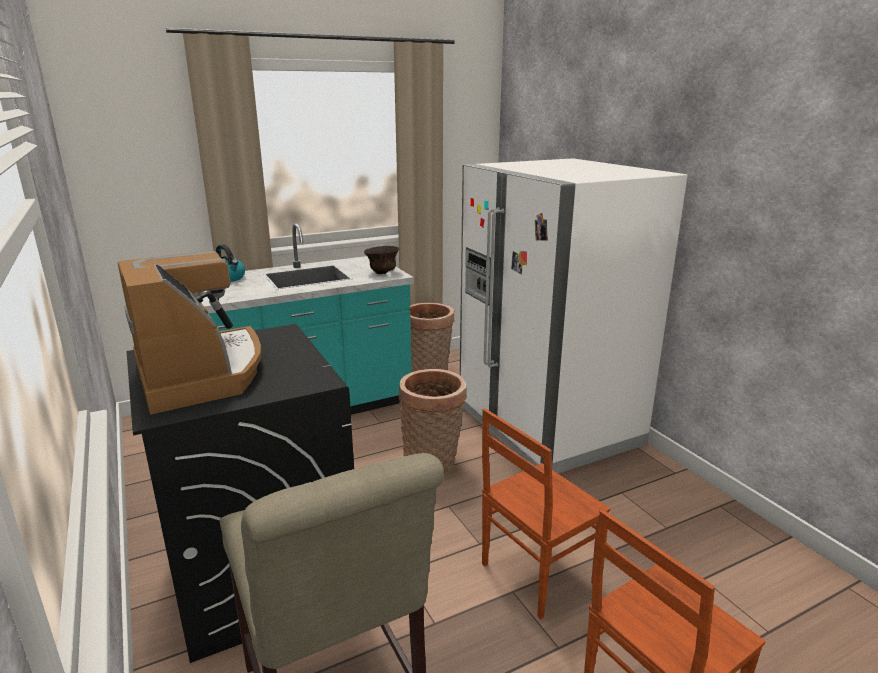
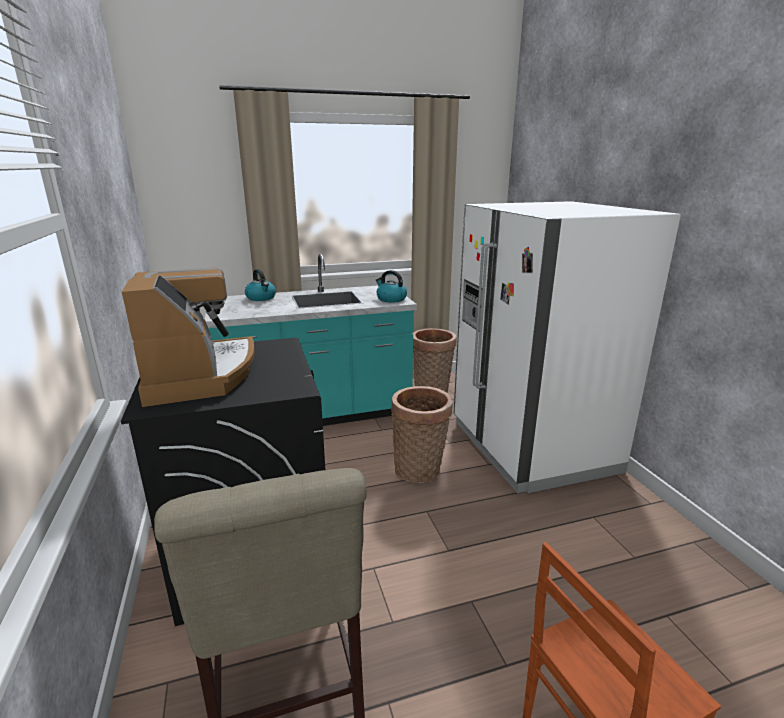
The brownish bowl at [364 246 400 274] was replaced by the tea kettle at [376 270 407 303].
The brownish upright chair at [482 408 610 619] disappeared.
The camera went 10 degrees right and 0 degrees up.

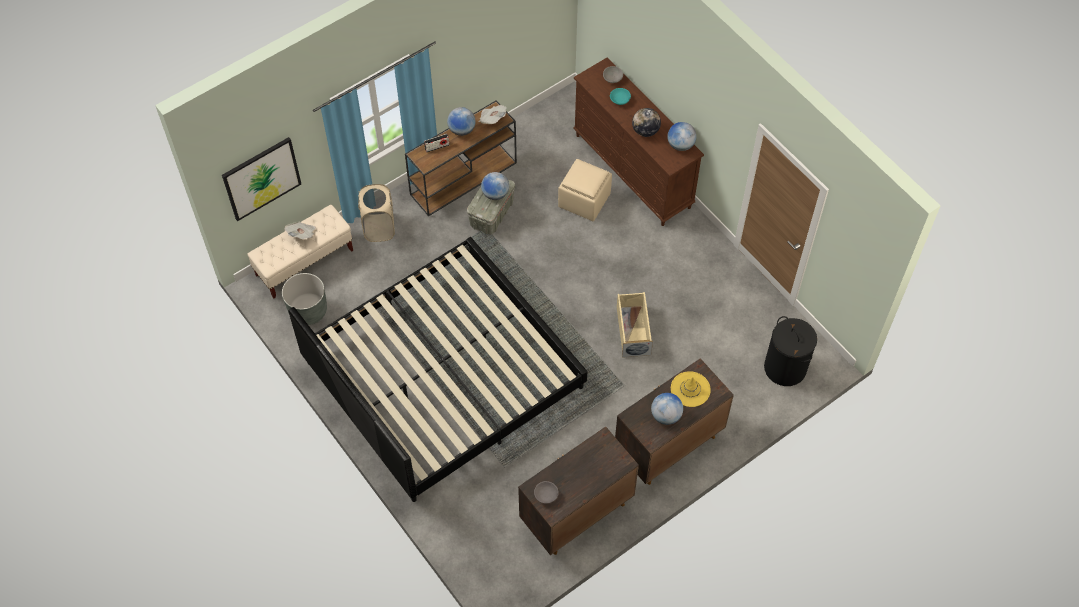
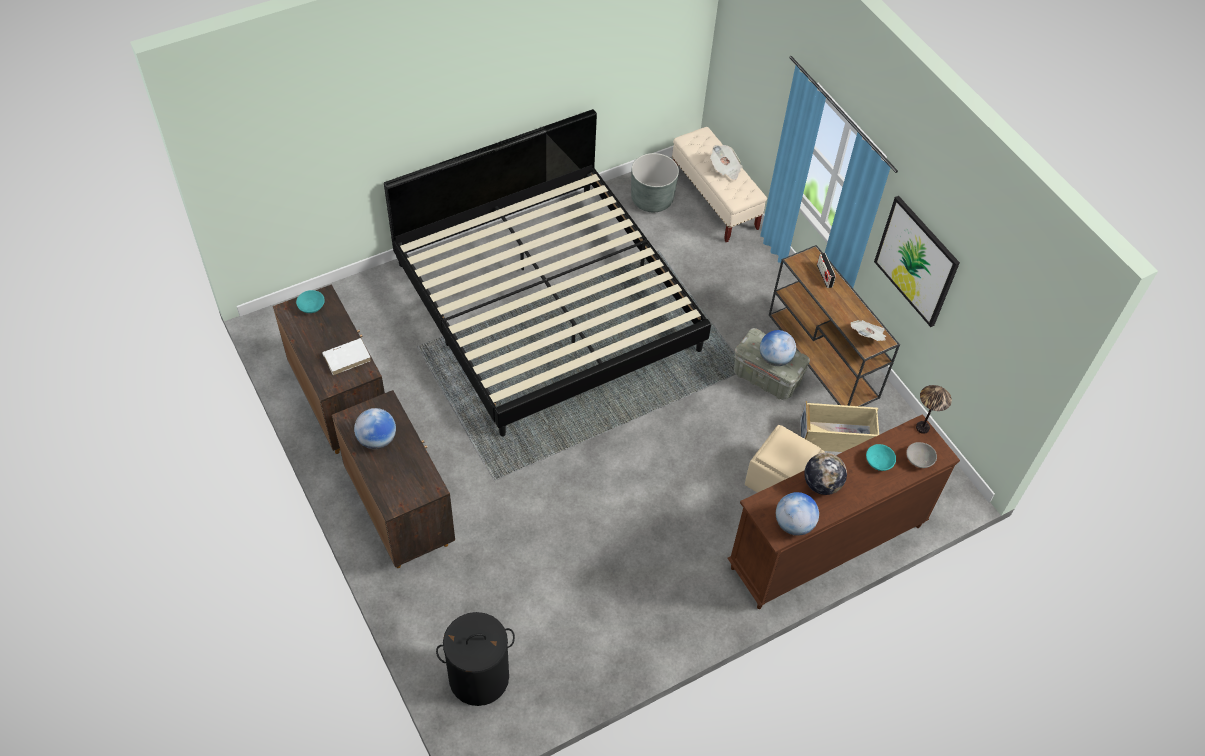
The world globe at [447 107 476 136] disappeared.
The wall picture moved from [222 137 301 221] to [874 196 960 327].
The sand-coloured laundry basket at [358 184 395 242] disappeared.
The sand-coloured storage box moved from [617 292 653 357] to [800 401 879 452].
The yellowish wearable hat at [671 371 711 407] disappeared.
The greyish bowl at [534 481 559 504] became the turquoise-coloured bowl at [296 290 325 313].
The white-coloured book at [322 338 371 375] appeared.
The tabletop lamp at [916 385 952 434] appeared.
The camera went 95 degrees right and 5 degrees down.

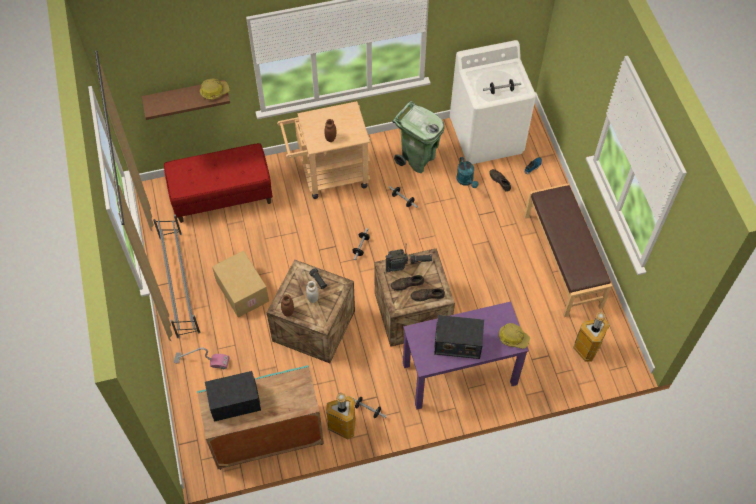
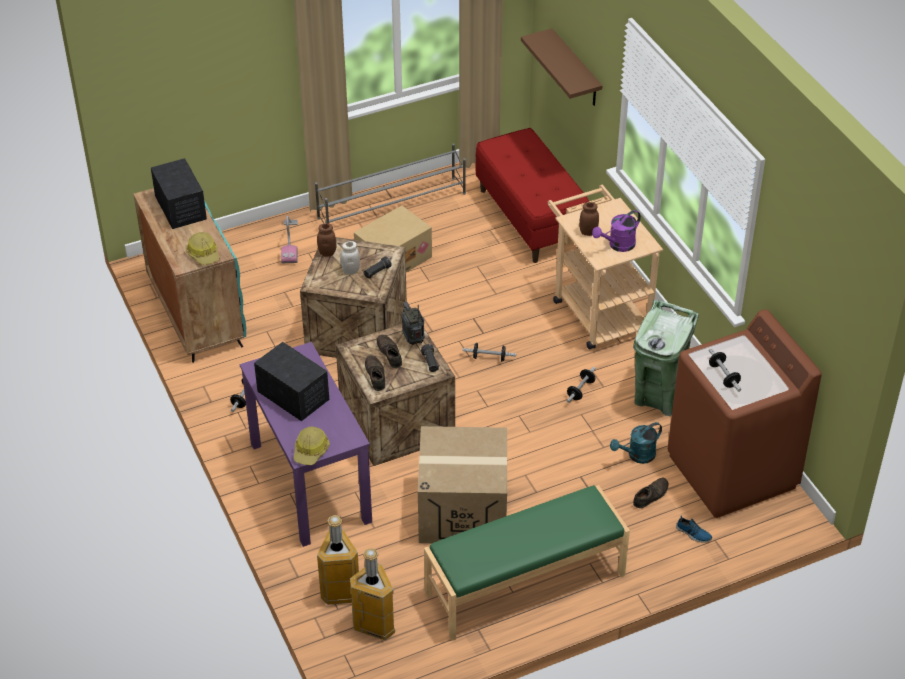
The white-coloured washing machine at [450 40 536 164] became the brownish washing machine at [668 309 822 518].
The hard hat moved from [200 79 229 100] to [186 232 219 265].
The brownish indoor bench at [524 183 612 317] became the greenish indoor bench at [424 485 630 641].
The radio receiver at [434 315 484 359] turned 135 degrees clockwise.
The waste bin moved from [326 393 356 439] to [317 515 359 605].
The purple sprinkling can at [592 210 641 252] appeared.
The carton at [418 426 507 543] appeared.
The camera went 80 degrees right and 15 degrees down.

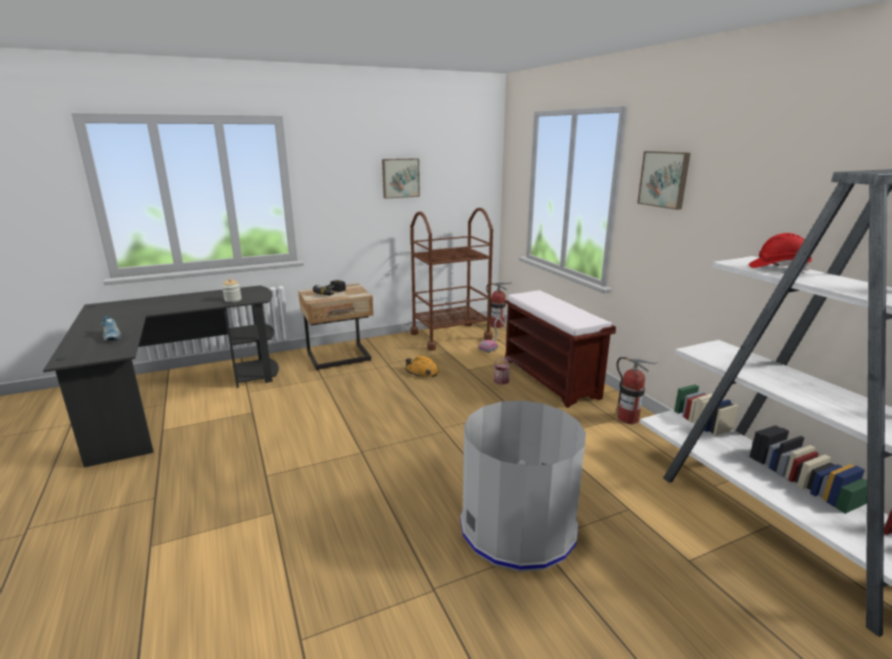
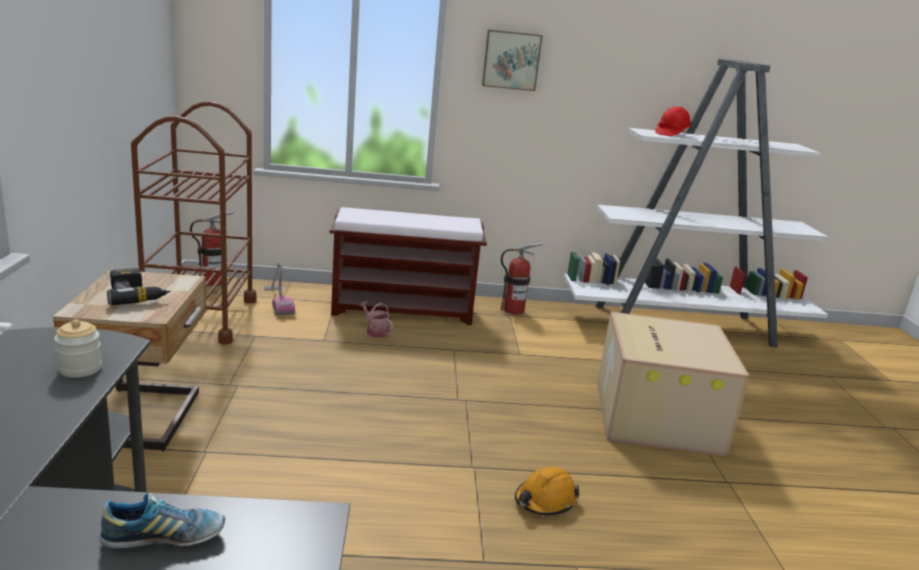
The wall picture at [382 158 420 199] disappeared.
The orange-coloured hard hat moved from [405 355 439 377] to [515 466 579 516].
The greyish waste bin at [460 401 586 572] was replaced by the carton at [597 312 750 457].
The camera went 70 degrees left and 0 degrees up.

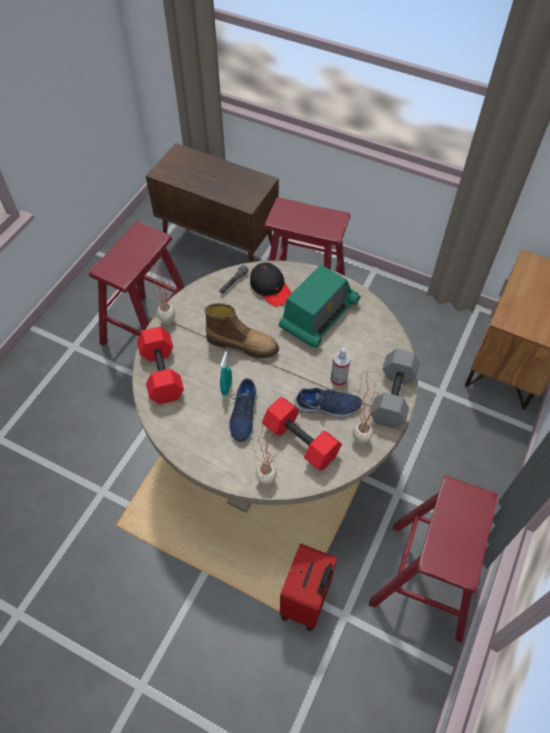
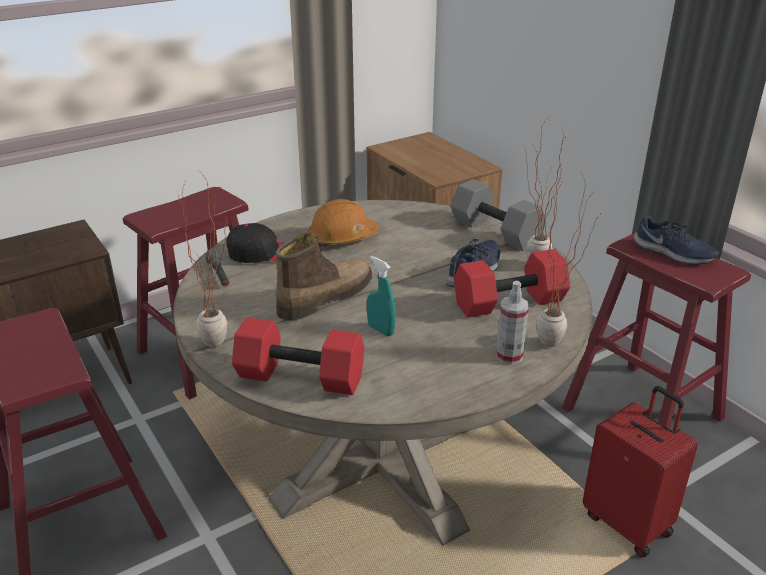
The radio receiver at [279 264 360 348] was replaced by the orange-coloured hard hat at [307 199 379 246].
The spray bottle moved from [331 348 351 387] to [496 281 529 365].
The blue-coloured item of footwear moved from [229 378 257 442] to [633 215 719 265].
The camera went 60 degrees left and 25 degrees down.

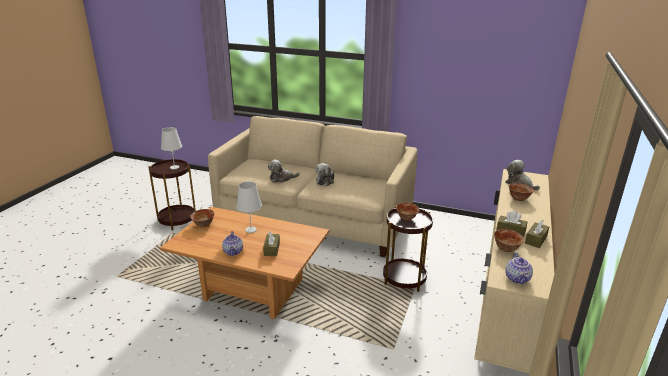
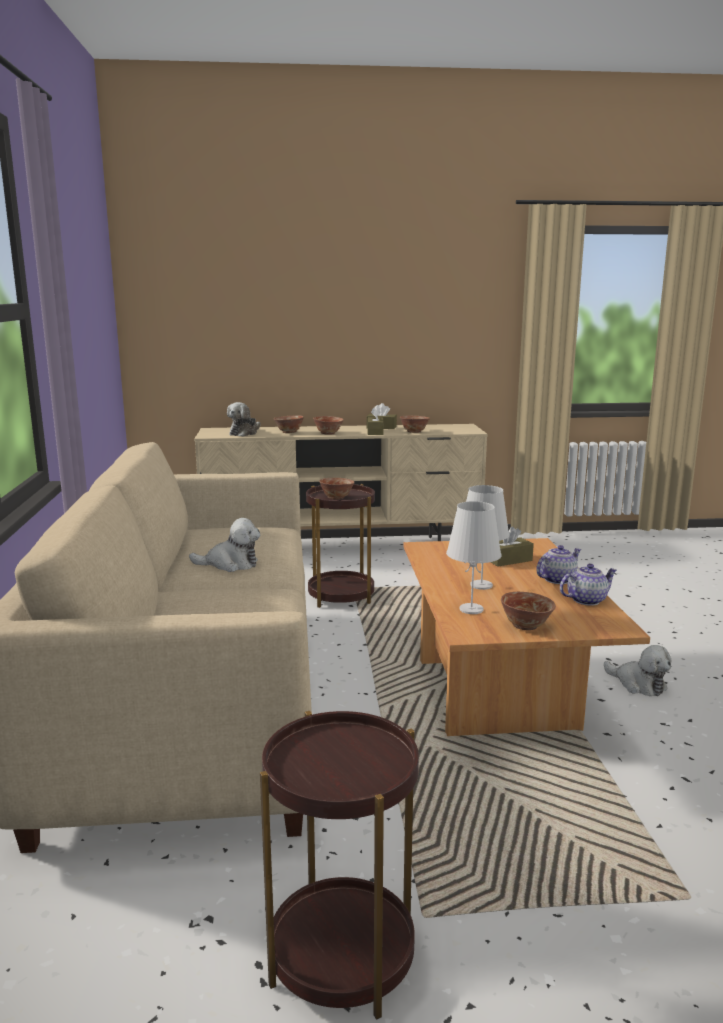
The white-coloured tabletop lamp moved from [161 127 182 170] to [446 501 502 614].
The cuddly toy moved from [268 160 300 183] to [604 645 672 696].
The tea pot moved from [505 253 533 284] to [560 564 617 606].
The bowl at [313 416 344 435] appeared.
The camera went 115 degrees left and 10 degrees down.

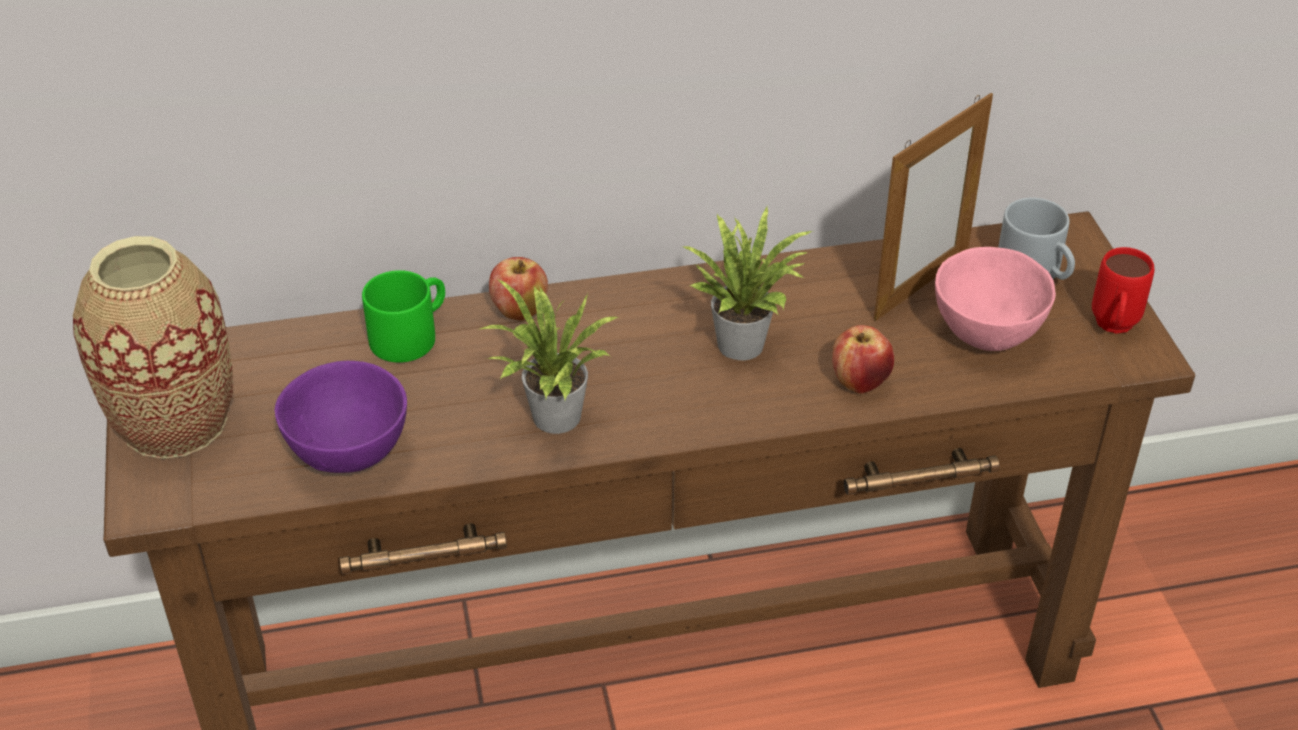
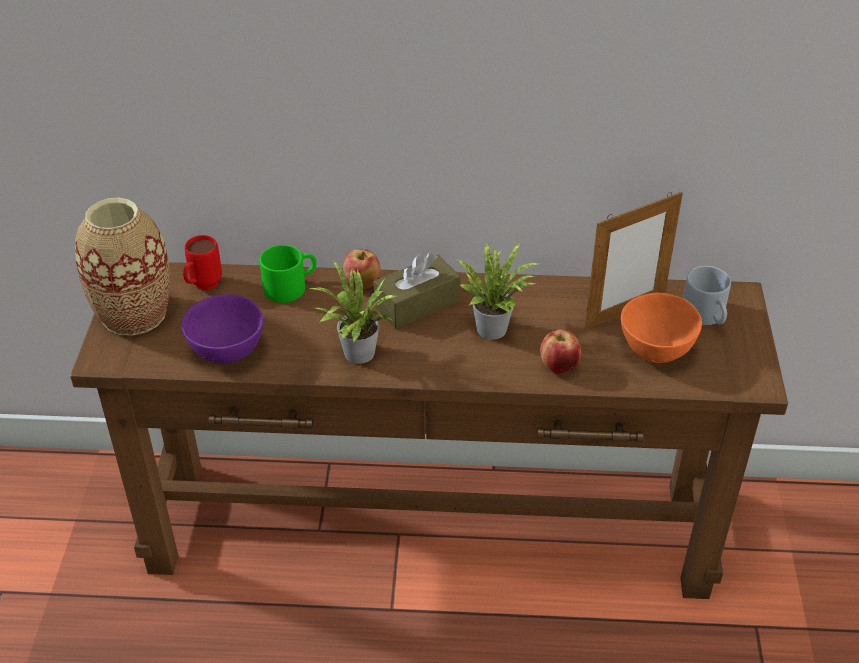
The pinkish bowl at [935 247 1056 351] became the orange-coloured bowl at [621 293 702 363].
The reddish tea mug moved from [1092 247 1154 334] to [183 235 222 290].
The brownish tissue holder at [374 253 461 329] appeared.
The camera went 15 degrees right and 0 degrees up.

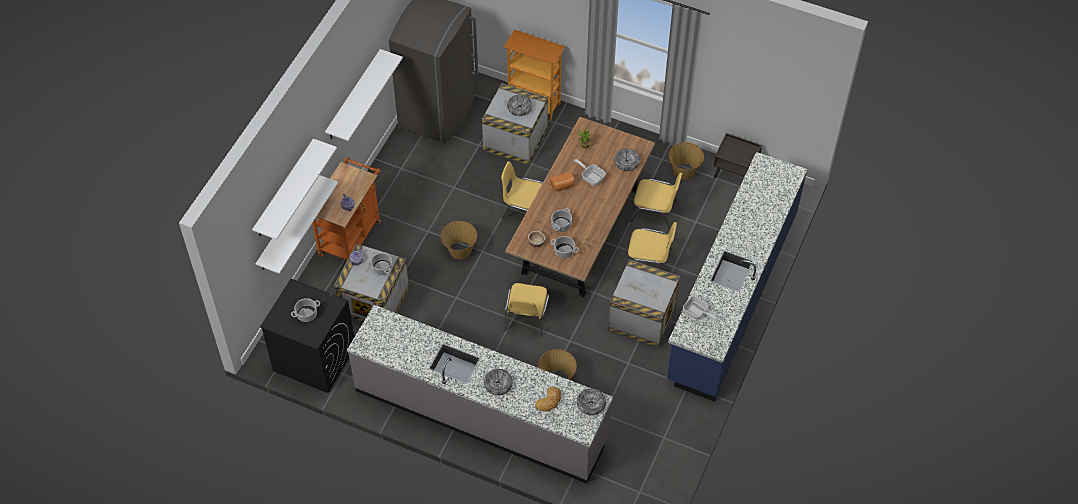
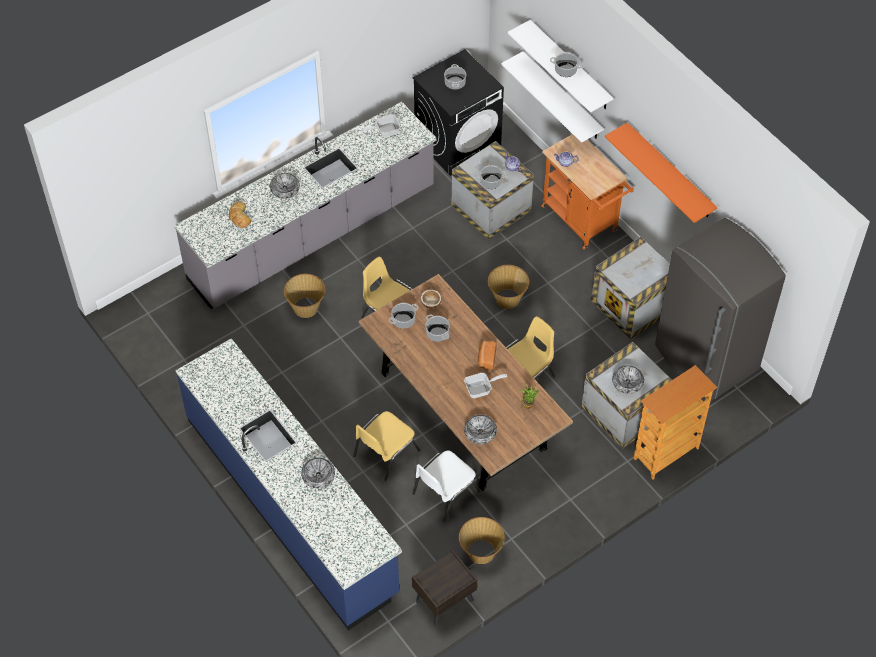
The white-coloured shelf at [325 49 403 141] became the orange-coloured shelf at [605 122 717 223].
The yellowish upright chair at [630 173 682 229] became the white-coloured upright chair at [412 450 480 522].
The packing crate moved from [608 260 680 348] to [591 237 670 340].
The pan moved from [683 296 719 321] to [361 114 401 137].
The bowl moved from [577 388 606 415] to [301 457 335 488].
The cooking pot at [550 53 583 77] appeared.
The camera went 120 degrees right and 0 degrees up.

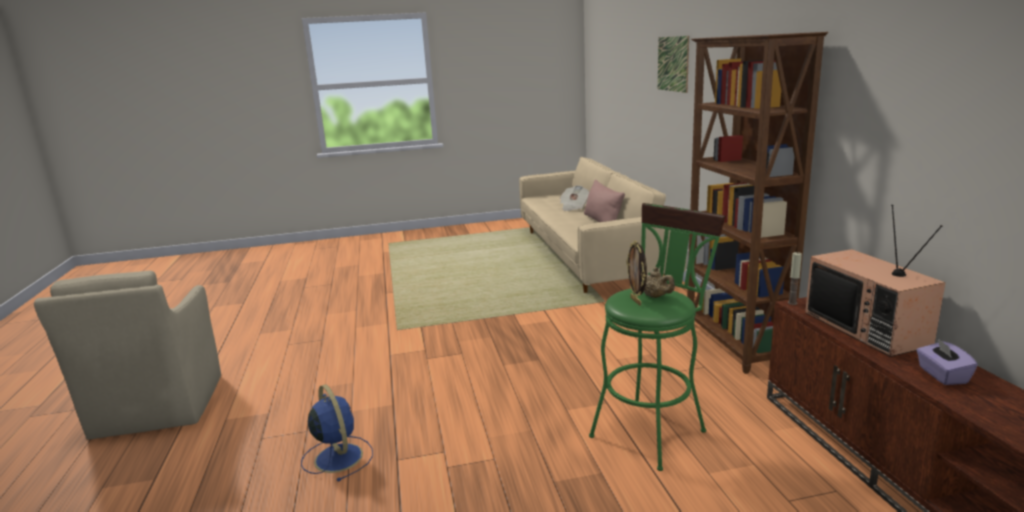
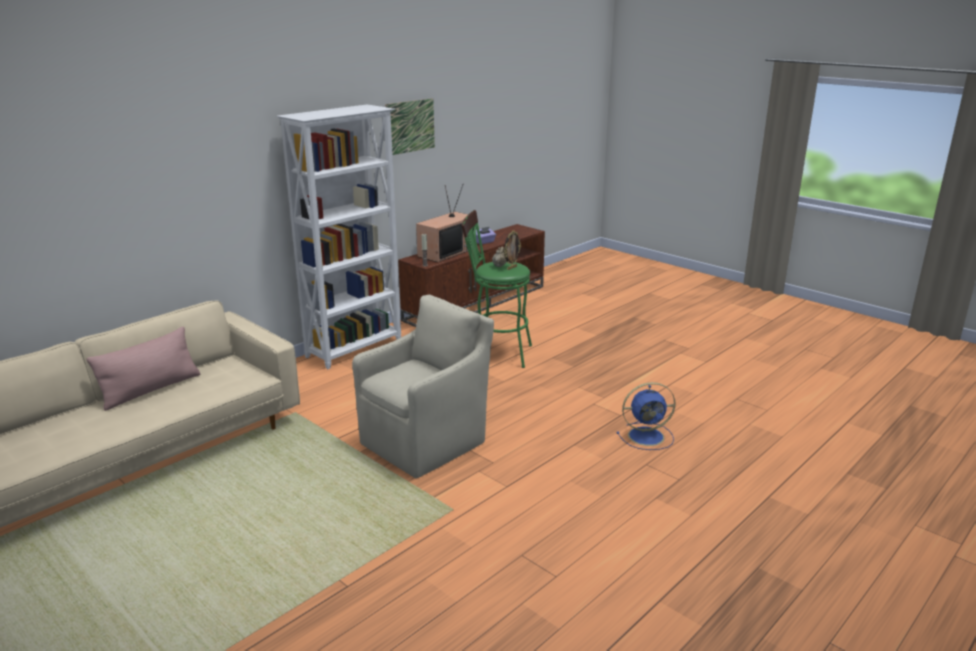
The brownish bookshelf at [687 32 828 374] became the white-coloured bookshelf at [277 105 401 369].
The wall picture moved from [658 36 689 93] to [385 98 435 155].
The daily paper at [560 185 589 211] disappeared.
The sand-coloured lounge chair moved from [34 271 221 440] to [352 295 494 478].
The blue-coloured cooling fan at [301 384 373 482] turned 120 degrees counterclockwise.
The camera went 125 degrees left and 5 degrees up.

